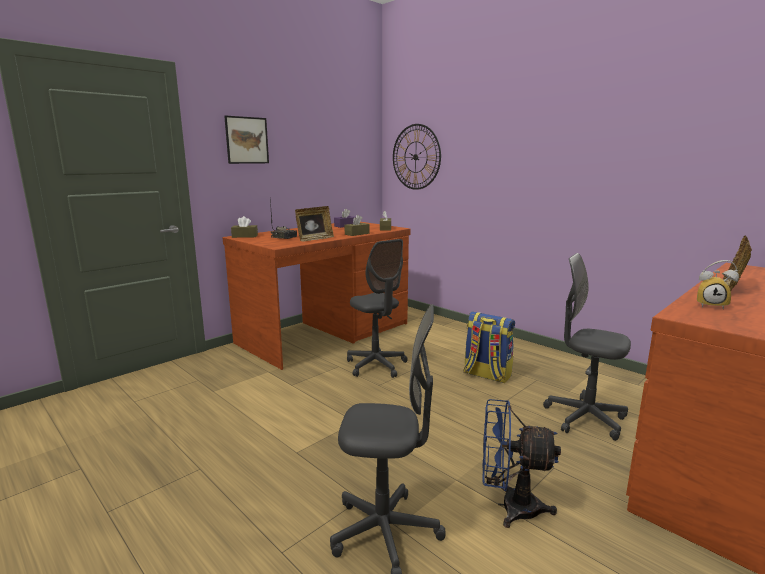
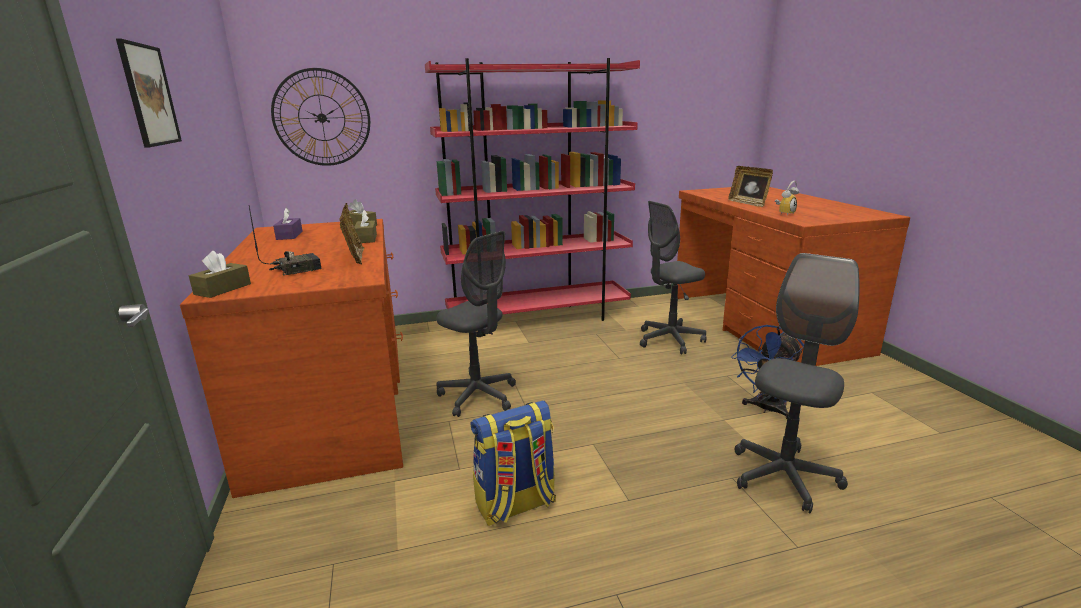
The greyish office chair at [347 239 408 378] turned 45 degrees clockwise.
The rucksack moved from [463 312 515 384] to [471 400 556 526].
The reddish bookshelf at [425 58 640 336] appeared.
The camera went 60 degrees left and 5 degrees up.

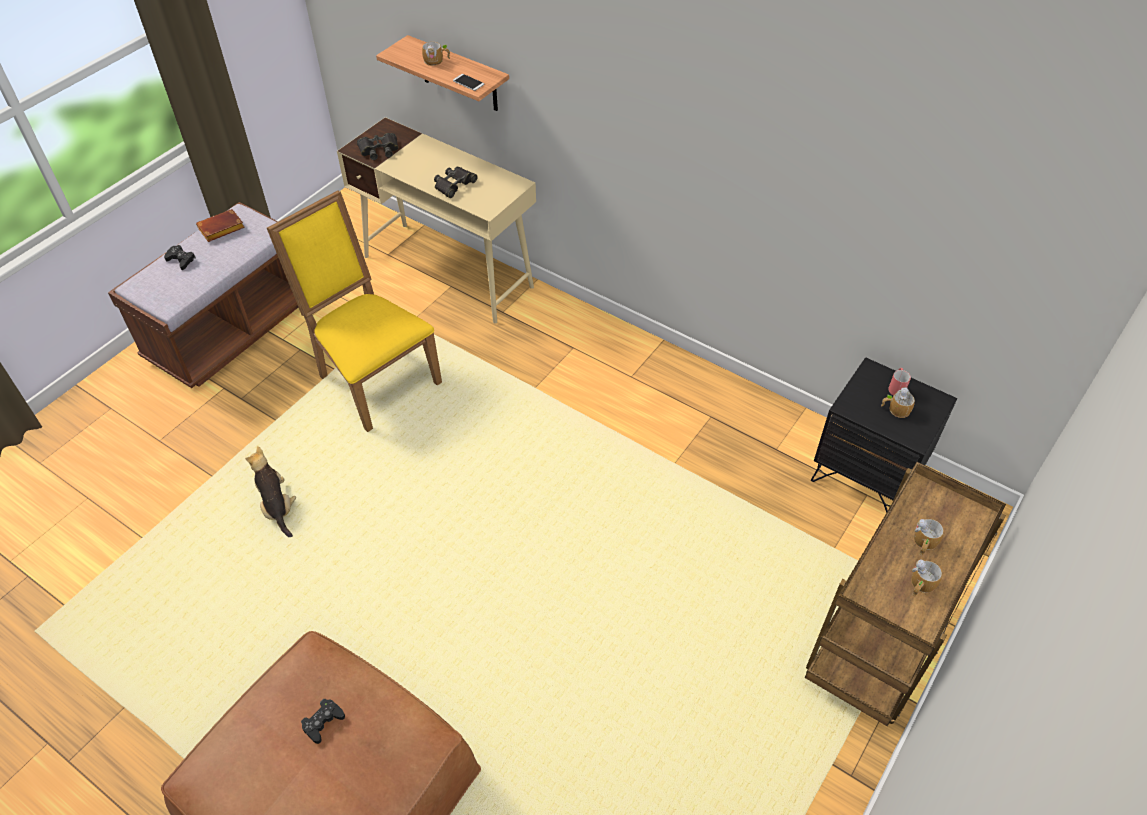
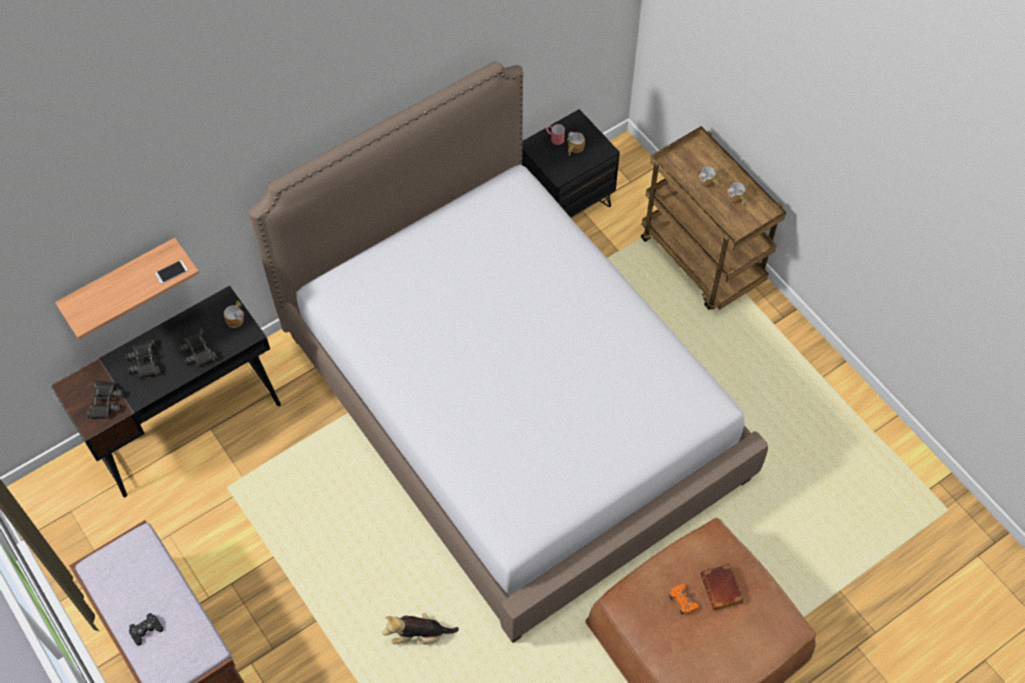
The tea mug moved from [422 42 450 66] to [224 300 244 328].
The sand-coloured desk at [337 117 536 324] became the blackish desk at [50 286 281 497].
The yellowish upright chair at [267 190 442 432] disappeared.
The brownish book moved from [196 209 245 242] to [700 563 744 611].
The blackish gamepad at [301 699 345 744] became the orange-coloured gamepad at [669 584 699 615].
The bedroom bed at [249 61 768 643] appeared.
The blackish pair of binoculars at [125 339 161 378] appeared.
The camera went 70 degrees left and 10 degrees up.

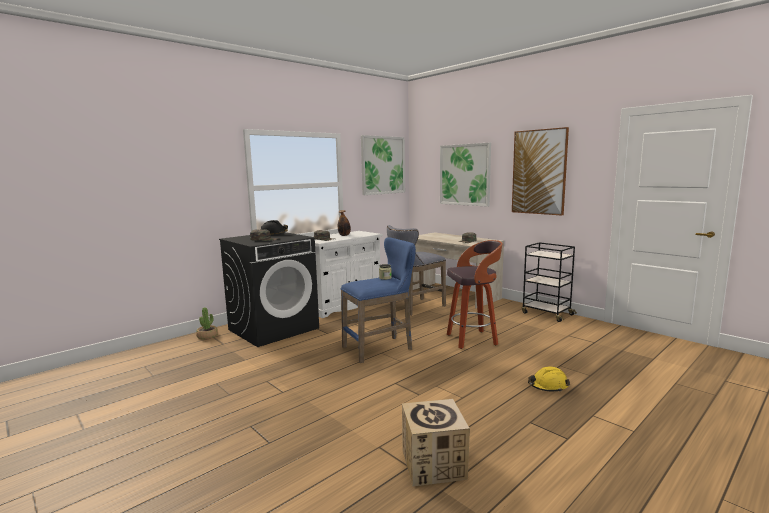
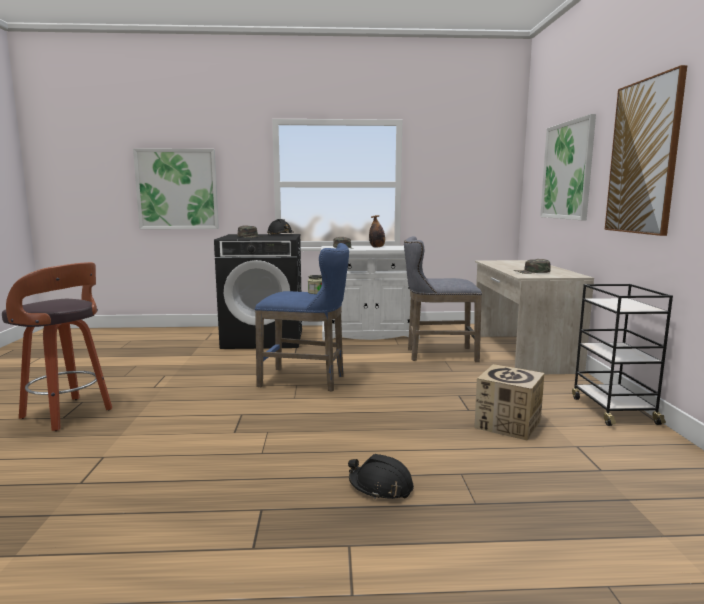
The wall picture moved from [361 135 405 195] to [133 148 219 229].
The stool moved from [447 240 502 349] to [2 262 112 431].
The houseplant at [196 307 218 340] disappeared.
The yellowish hard hat at [528 366 570 392] became the blackish hard hat at [348 454 414 500].
The carton moved from [402 399 470 486] to [474 364 545 441].
The camera went 40 degrees right and 0 degrees up.

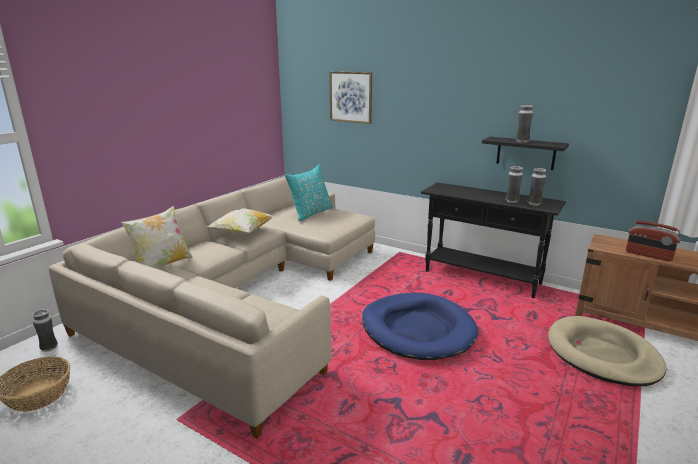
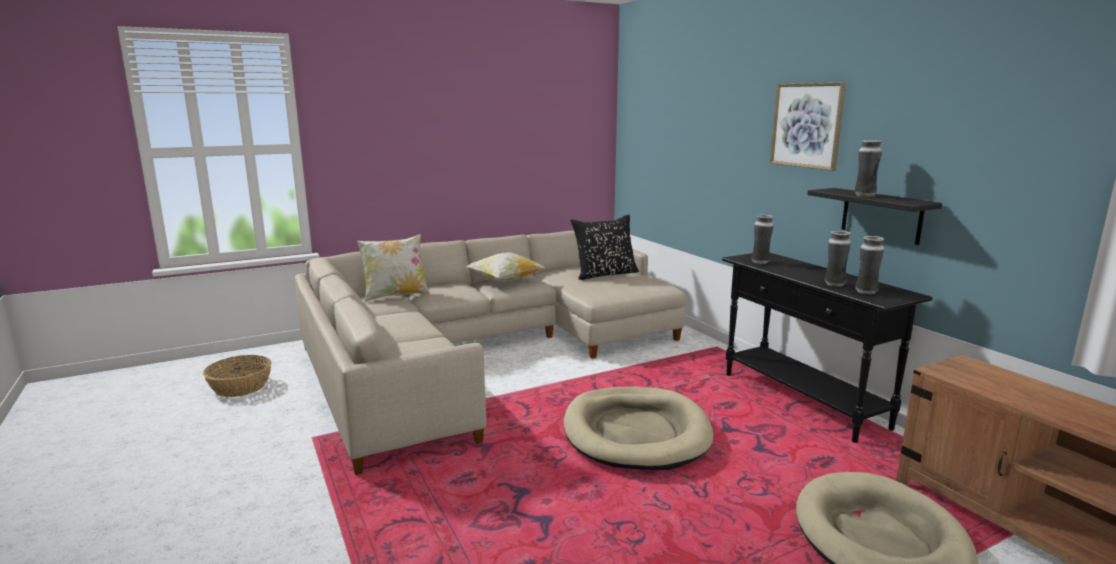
The wall picture moved from [329 71 372 124] to [770 82 846 171].
The turquoise-coloured throw pillow at [285 165 333 221] became the blackish throw pillow at [570 215 639 280].
The radio receiver at [626 221 681 262] disappeared.
The blue-coloured pet bed at [362 293 478 360] became the sand-coloured pet bed at [564 386 713 470].
The vase moved from [32 309 58 352] to [751 215 774 264].
The camera went 30 degrees right and 5 degrees down.

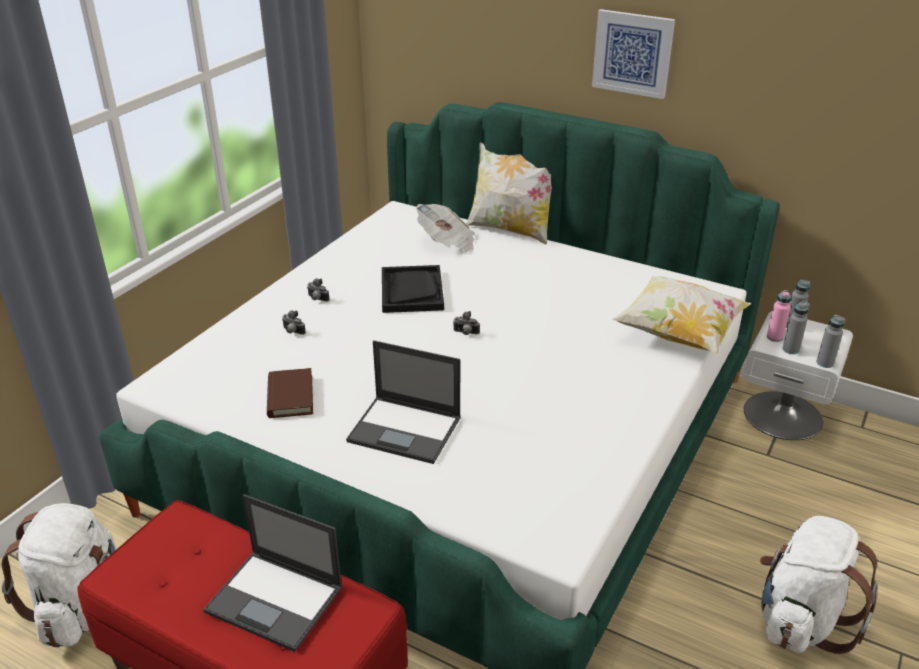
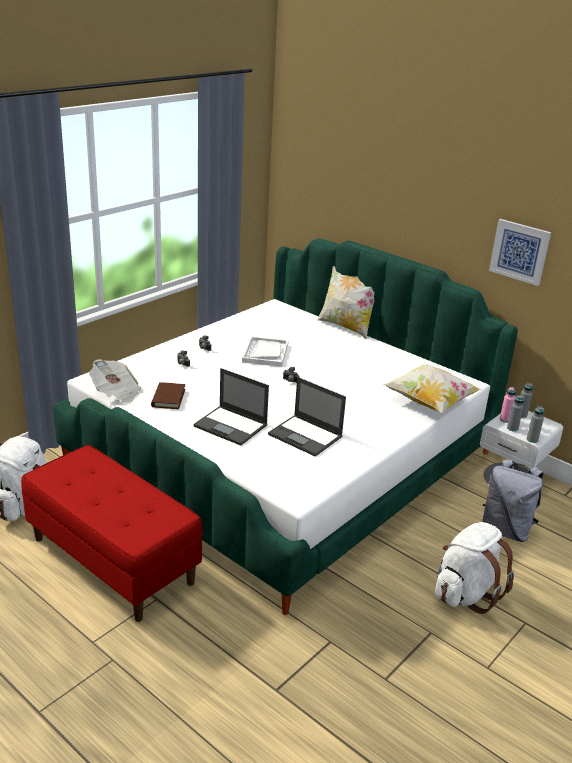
The wall picture moved from [592 9 675 99] to [489 219 551 286].
The daily paper moved from [416 204 475 252] to [89 359 141 404].
The blackish serving tray at [382 265 444 313] became the white-coloured serving tray at [242 336 289 367].
The portable computer moved from [203 494 343 652] to [268 377 346 457].
The greyish rucksack at [482 460 544 542] appeared.
The camera went 10 degrees right and 5 degrees down.

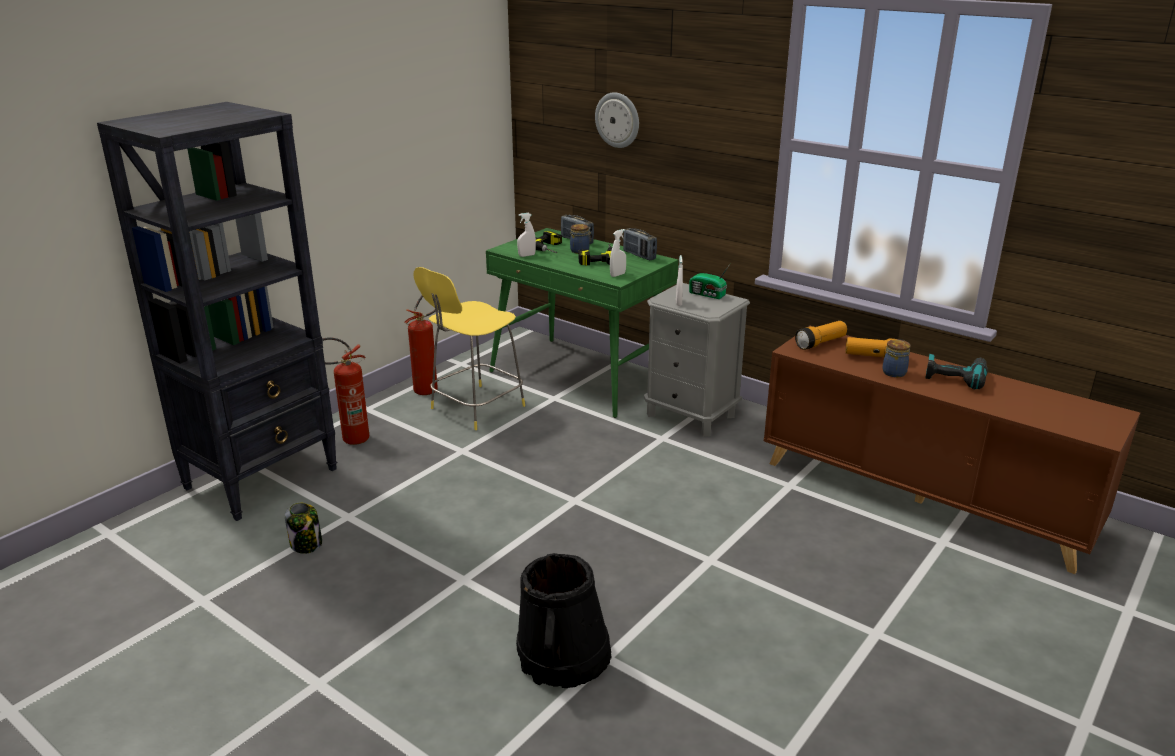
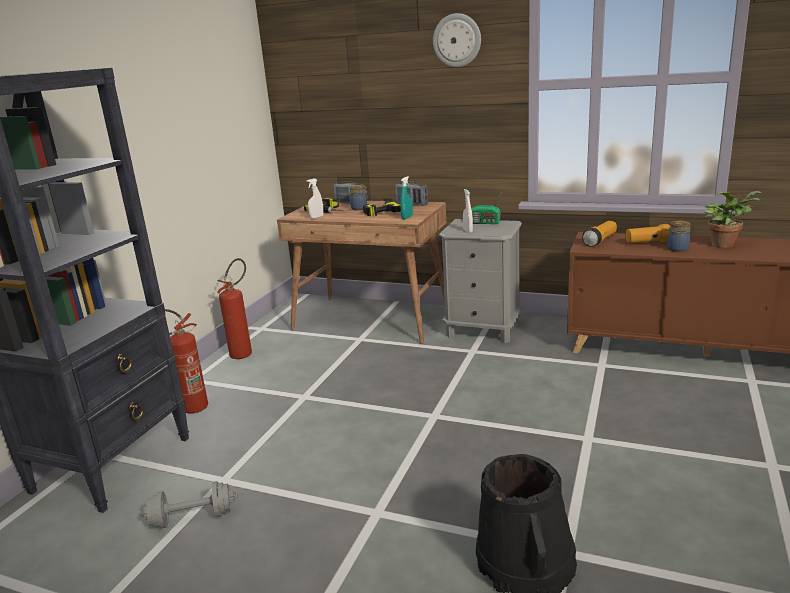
The wall clock moved from [595 92 639 148] to [433 13 481 67].
The greenish desk at [486 228 679 418] became the brownish desk at [277 201 447 344].
The white-coloured spray bottle at [610 229 626 277] became the turquoise-coloured spray bottle at [400 176 413 219].
The yellowish stool at [413 267 525 430] disappeared.
The power drill at [925 354 988 389] was replaced by the houseplant at [704 191 761 248].
The jar at [285 503 322 554] was replaced by the greyish dumbbell at [141 481 238 529].
The camera went 15 degrees left and 5 degrees down.

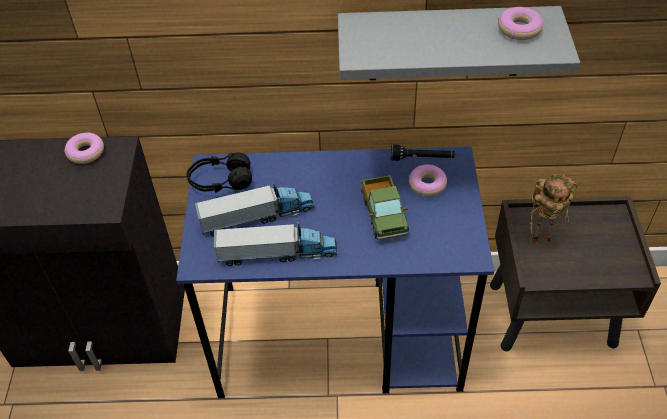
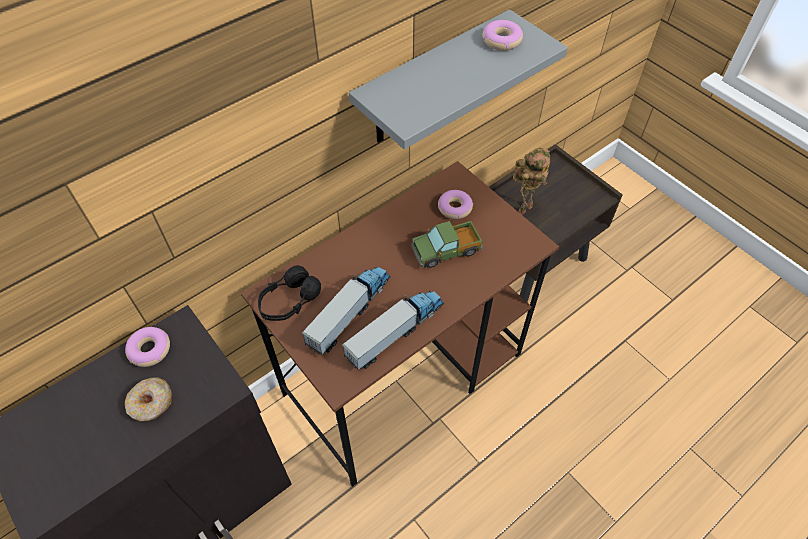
The blackish torch at [391 145 455 161] disappeared.
The blue-coloured desk at [176 146 494 398] became the brownish desk at [241 161 559 487].
The model truck at [361 175 409 241] turned 120 degrees clockwise.
The donut at [125 377 172 421] appeared.
The camera went 40 degrees left and 5 degrees up.

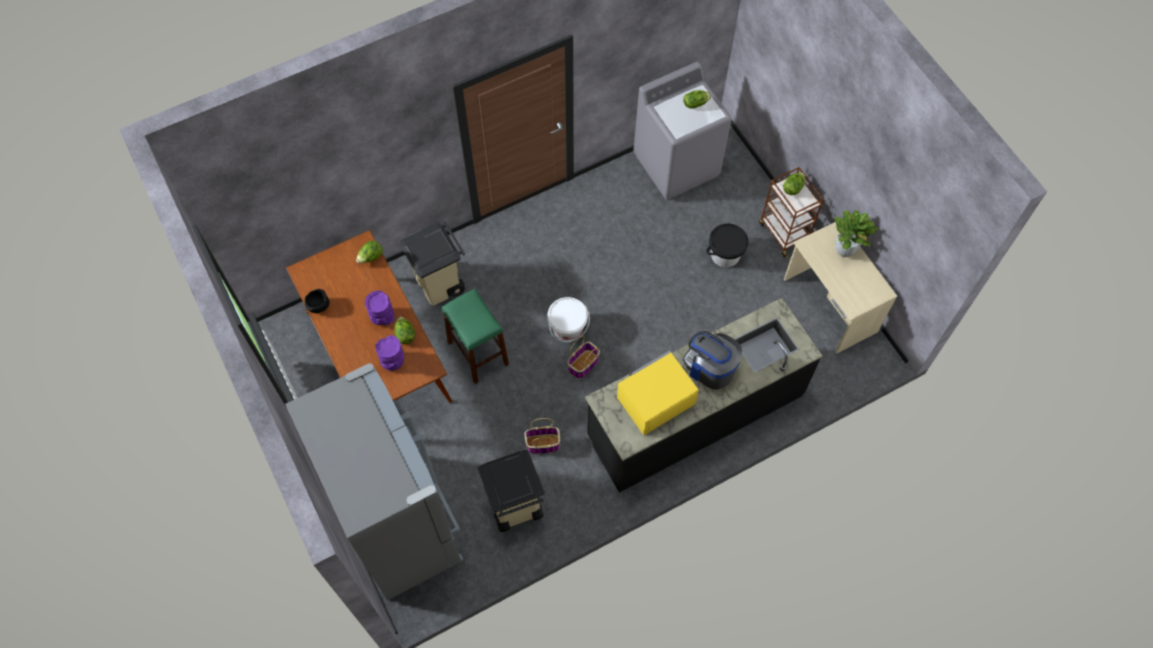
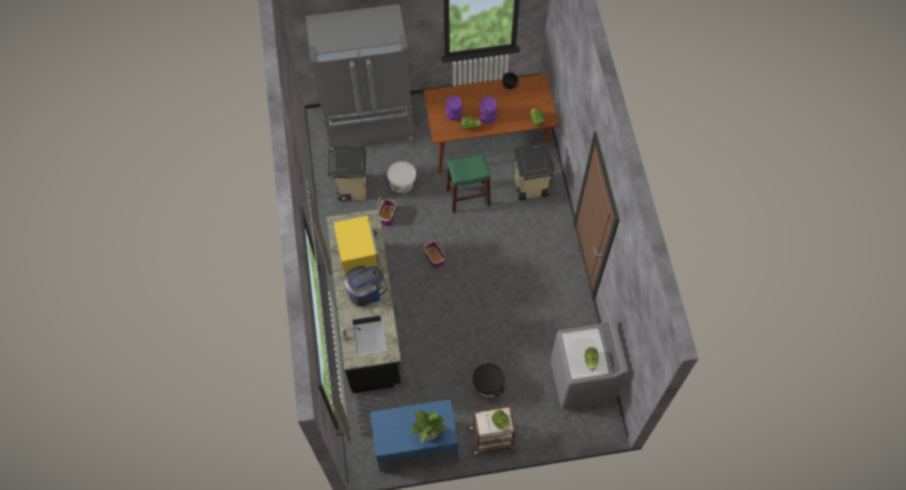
The sand-coloured desk at [784 222 898 354] became the blue-coloured desk at [370 399 458 472].
The white-coloured bucket moved from [548 297 590 342] to [387 161 416 193].
The camera went 110 degrees right and 0 degrees up.

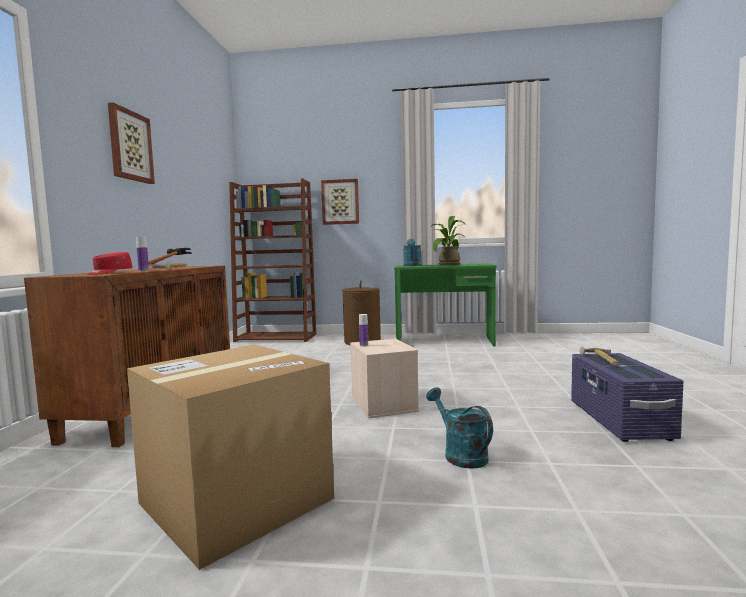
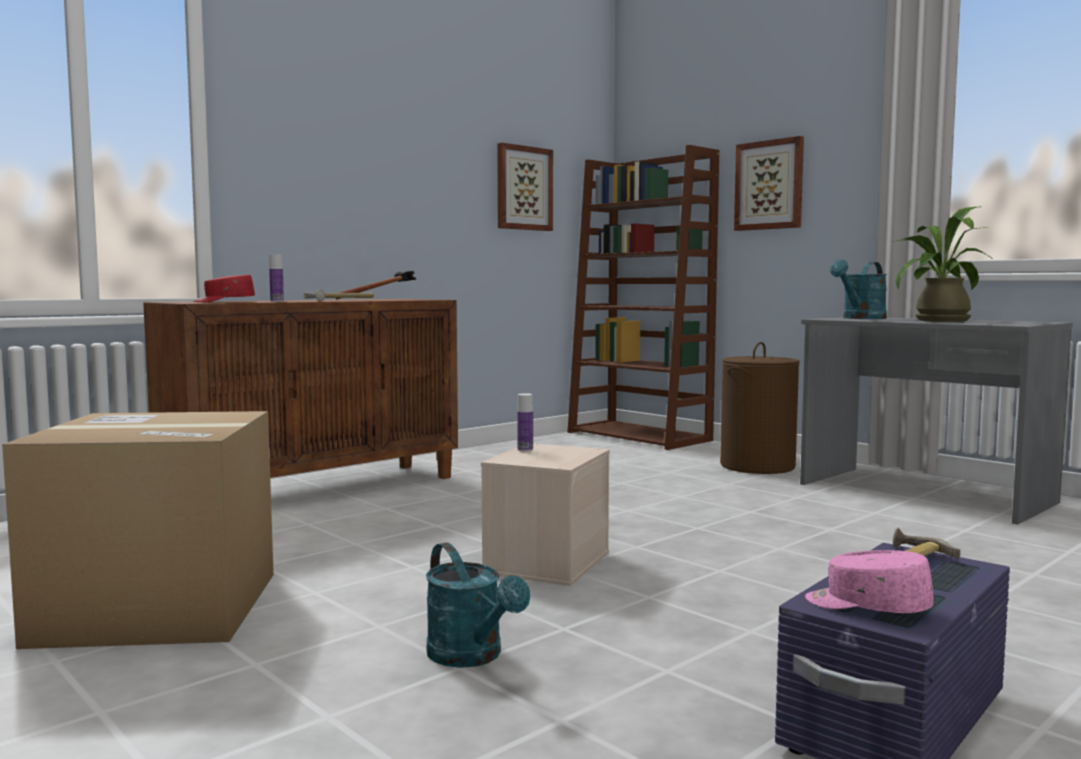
The wall picture moved from [108 102 155 184] to [497 143 553 231].
The greenish desk at [394 263 497 346] became the greyish desk at [800 317 1073 524].
The turquoise-coloured sprinkling can at [426 387 493 469] turned 135 degrees clockwise.
The pinkish cap at [805 550 934 613] appeared.
The camera went 40 degrees right and 0 degrees up.

